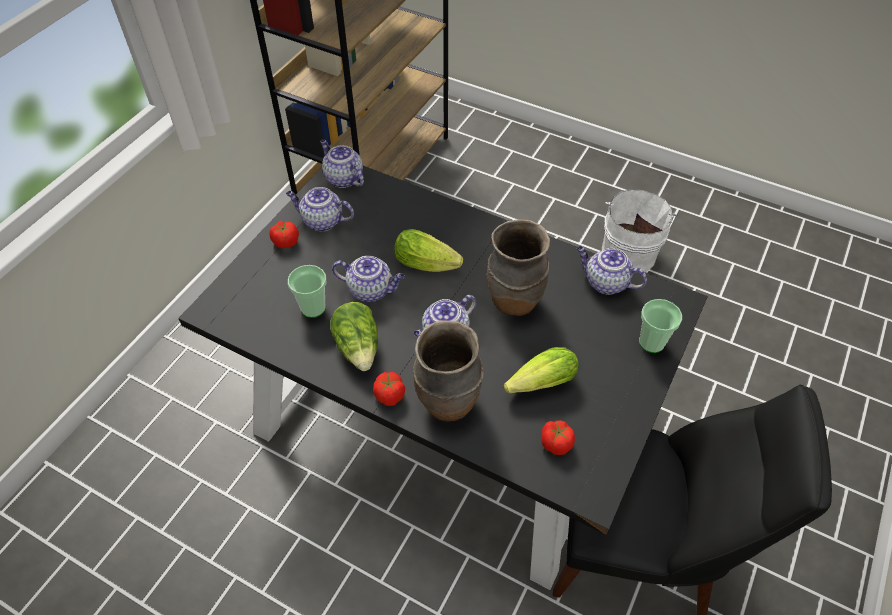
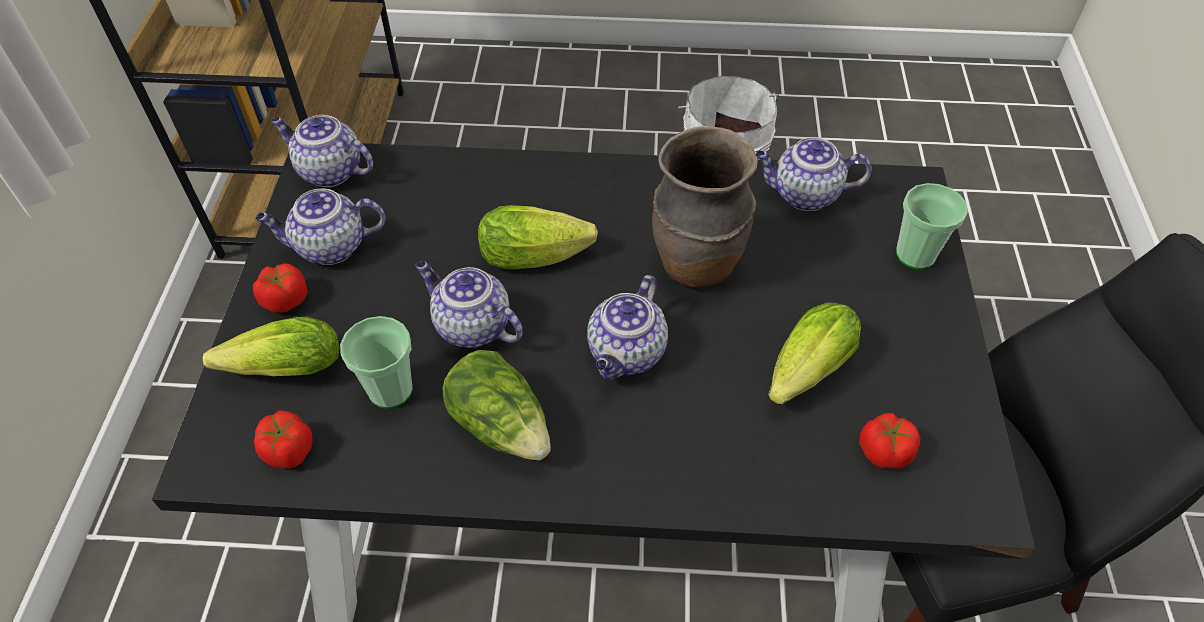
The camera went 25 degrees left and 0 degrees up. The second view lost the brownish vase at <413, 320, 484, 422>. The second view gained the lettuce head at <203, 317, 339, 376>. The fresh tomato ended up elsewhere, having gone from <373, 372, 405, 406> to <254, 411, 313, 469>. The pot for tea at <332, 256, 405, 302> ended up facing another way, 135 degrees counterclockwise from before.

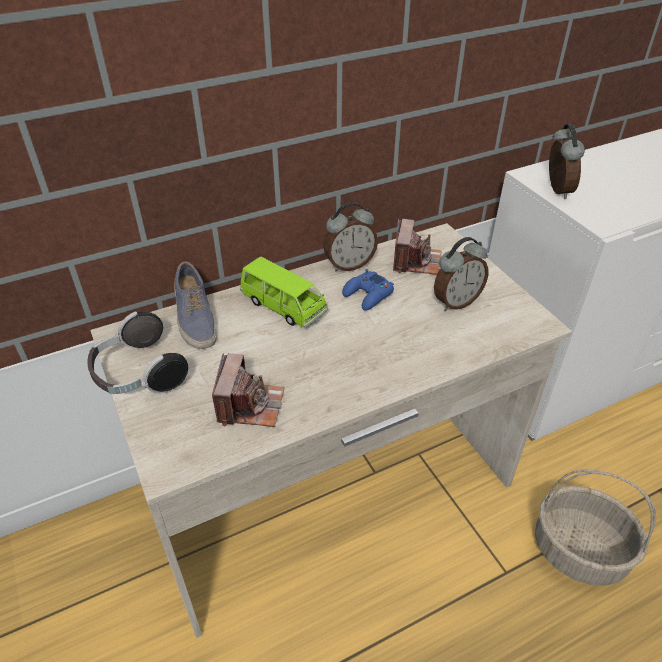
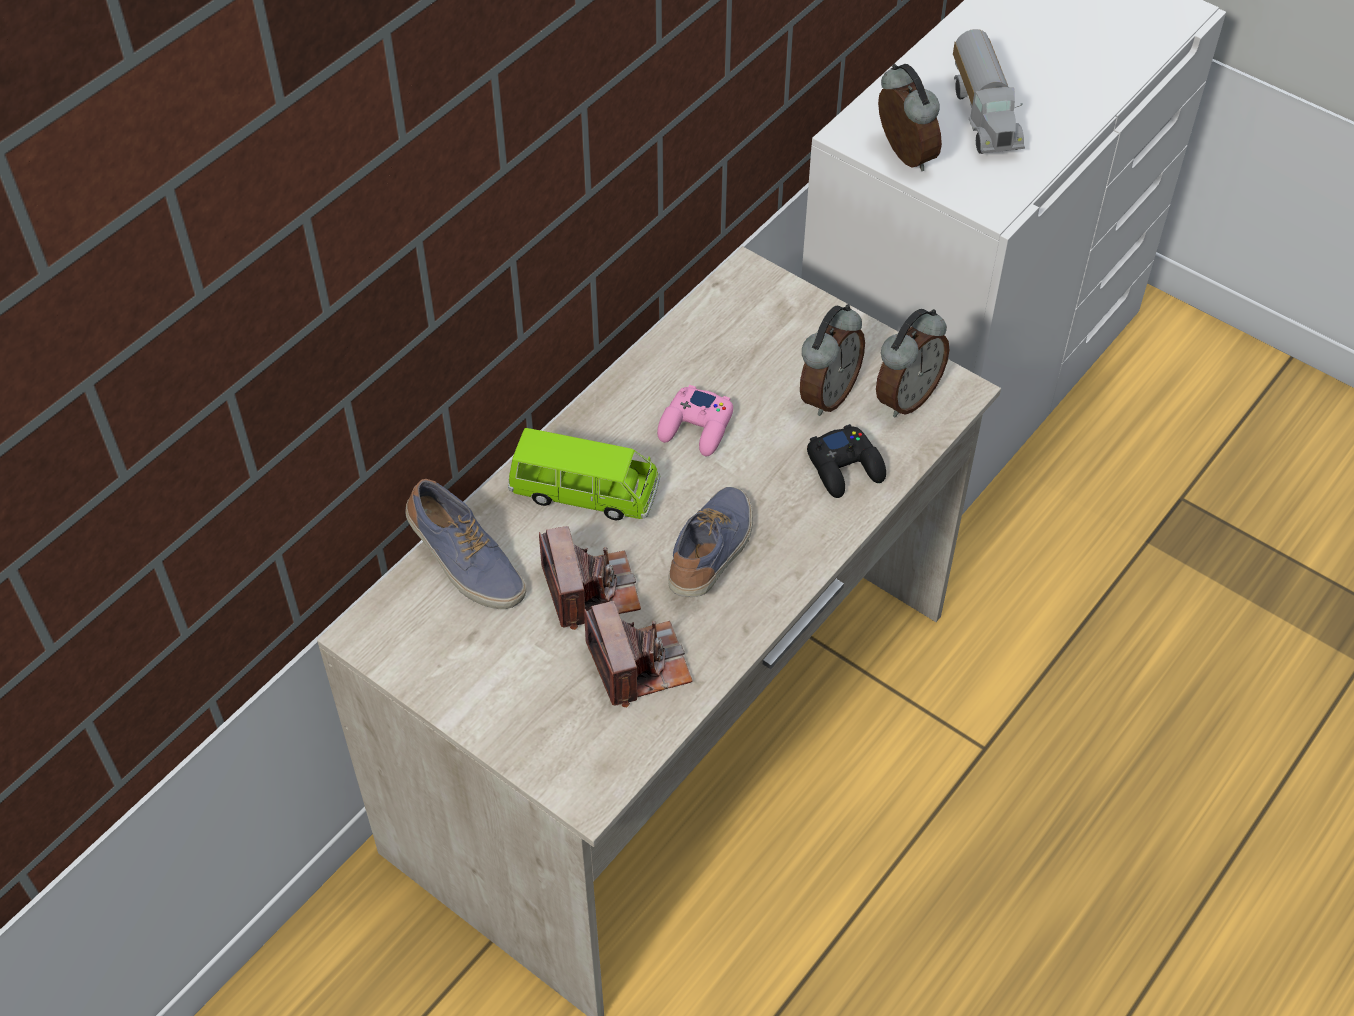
The camera went 25 degrees left and 10 degrees up. The second view lost the pair of headphones at <88, 312, 188, 394>. The second view lost the storage basket at <535, 469, 656, 586>. The second view gained the shoe at <668, 487, 753, 597>. The second view gained the blackish joypad at <807, 424, 886, 498>. The second view gained the toy truck at <953, 29, 1025, 154>. The alarm clock ended up elsewhere, having gone from <323, 202, 378, 271> to <876, 309, 949, 417>. The still camera ended up elsewhere, having gone from <393, 219, 442, 275> to <539, 526, 641, 630>. What was the blue-coloured joypad at <342, 269, 394, 311> turned into the pink joypad at <657, 385, 733, 456>.

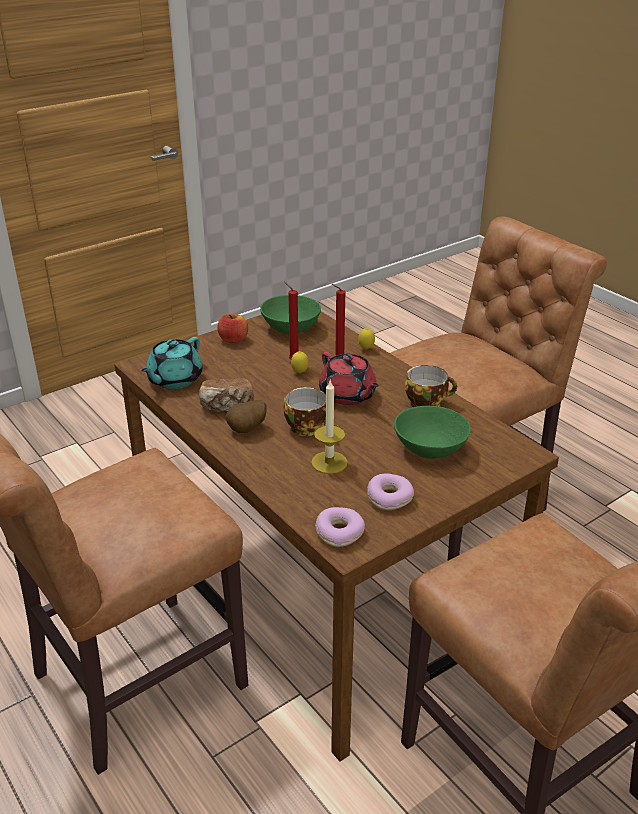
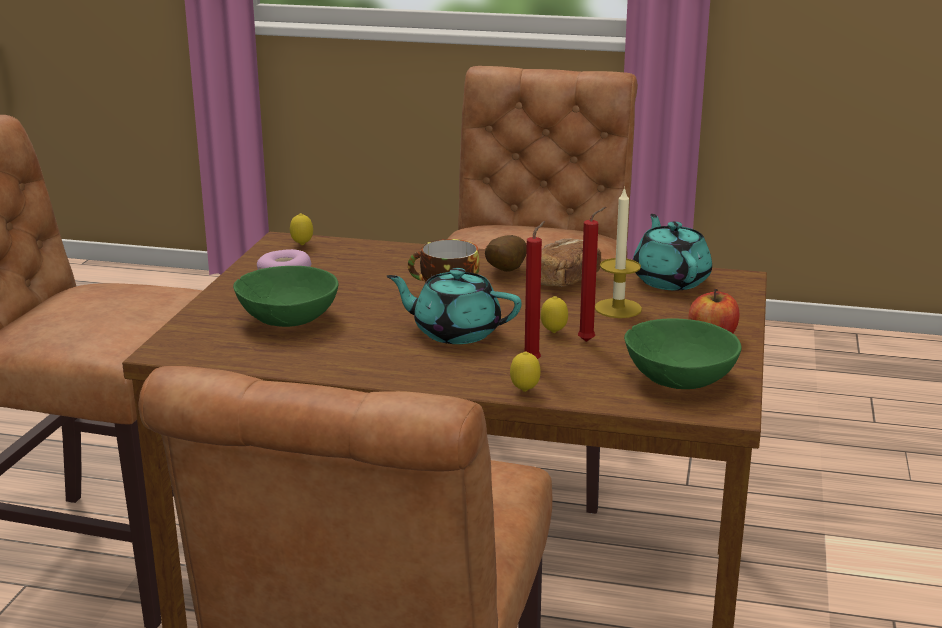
The camera went 140 degrees right and 10 degrees down. The second view lost the drinking cup at <405, 365, 457, 407>. The wax candle ended up elsewhere, having gone from <311, 381, 348, 474> to <595, 186, 642, 318>. Where the ring doughnut stood at <315, 507, 365, 547>, the lemon came to stand at <290, 213, 313, 245>. What was the red-coloured pot for tea at <319, 352, 379, 405> turned into the blue-green pot for tea at <387, 268, 522, 344>.

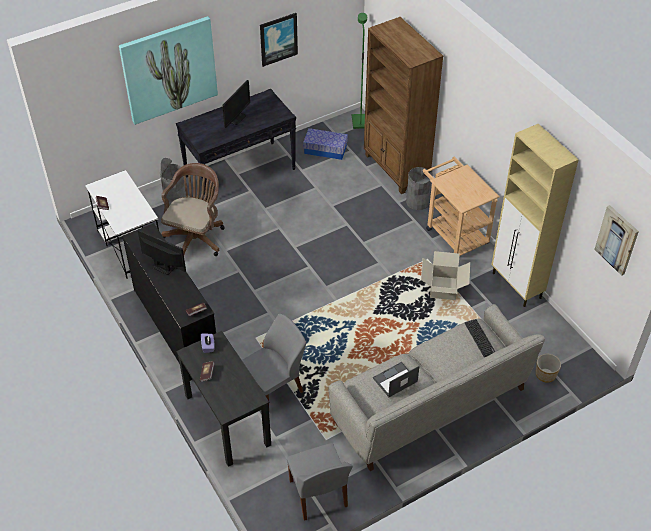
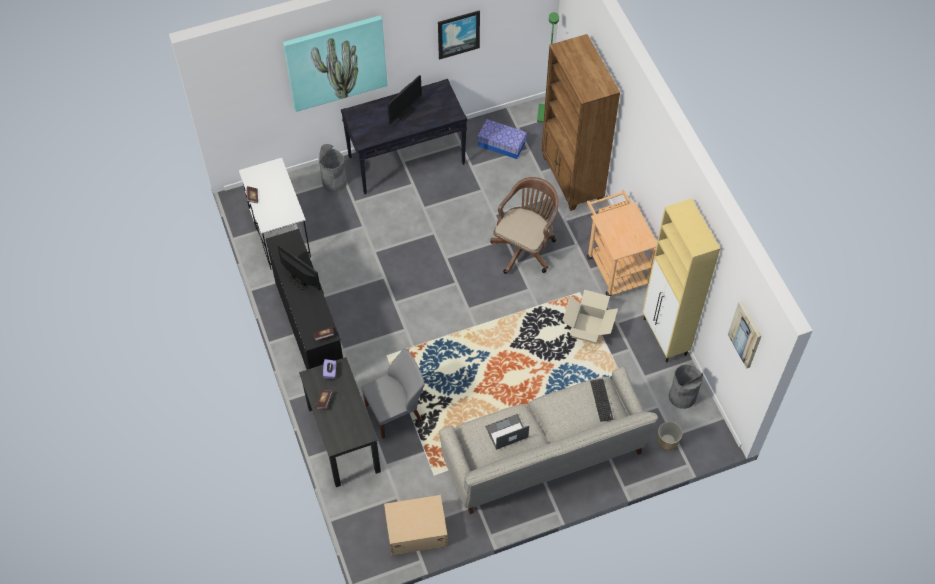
The camera went 10 degrees right and 10 degrees up. The brownish computer chair ended up elsewhere, having gone from <161, 163, 225, 256> to <490, 177, 559, 274>. The greyish rubbish bin ended up elsewhere, having gone from <406, 167, 433, 210> to <669, 364, 703, 409>. Where the greyish plain chair stood at <287, 443, 353, 521>, the sand-coloured storage bin came to stand at <384, 495, 448, 555>.

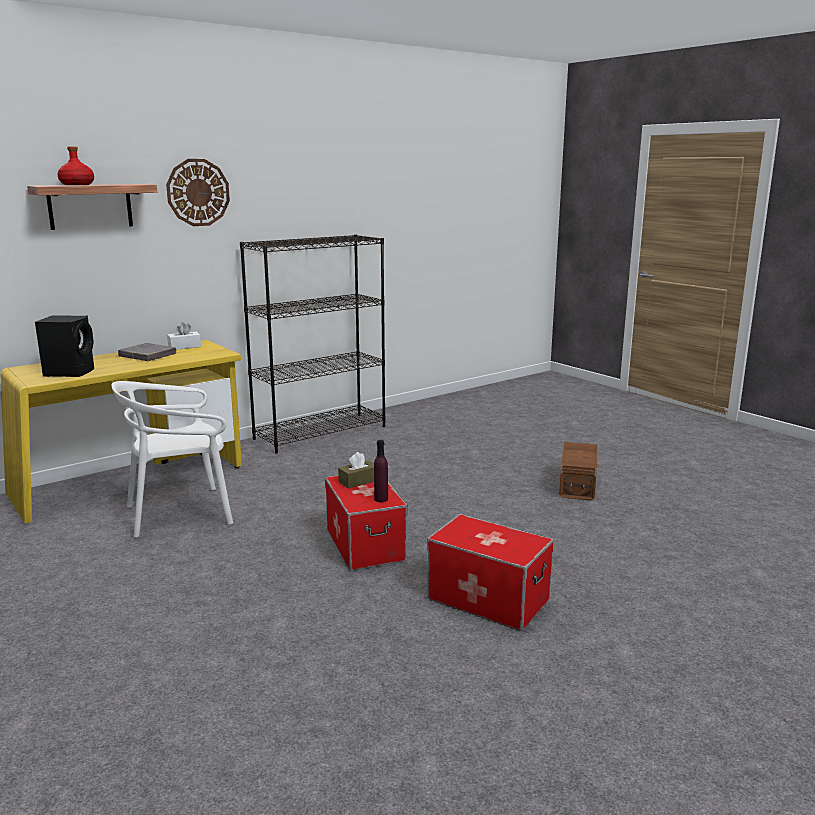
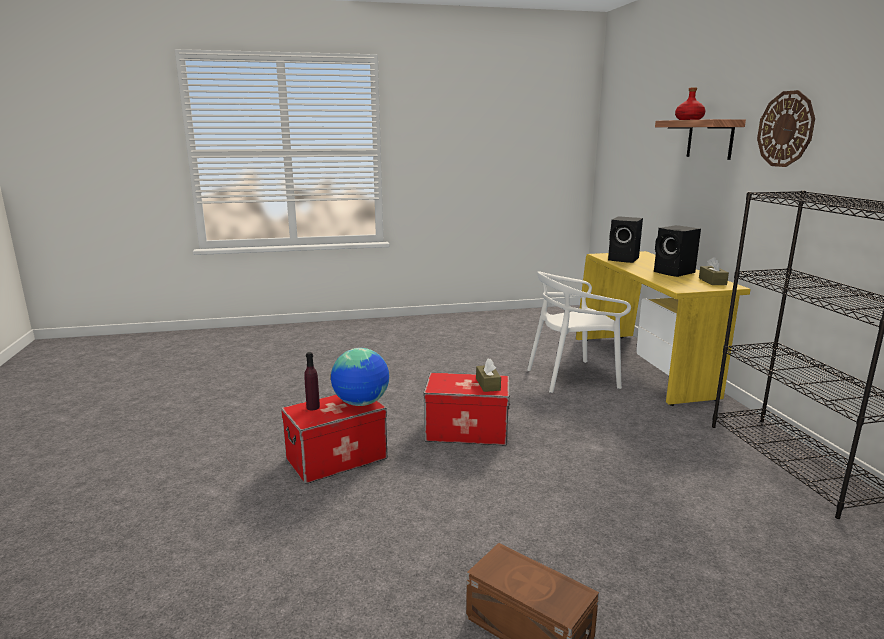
The camera went 115 degrees right and 0 degrees up. The second view gained the world globe at <331, 348, 389, 406>. The purple-coloured beverage bottle ended up elsewhere, having gone from <374, 440, 388, 502> to <304, 352, 320, 410>. Where the greyish volume stood at <118, 343, 176, 361>, the blackish audio speaker came to stand at <654, 225, 701, 277>. What was the white tissue box at <167, 322, 201, 350> turned into the brownish tissue box at <699, 257, 729, 285>. The white plain chair at <111, 381, 233, 537> ended up facing another way, 105 degrees counterclockwise from before.

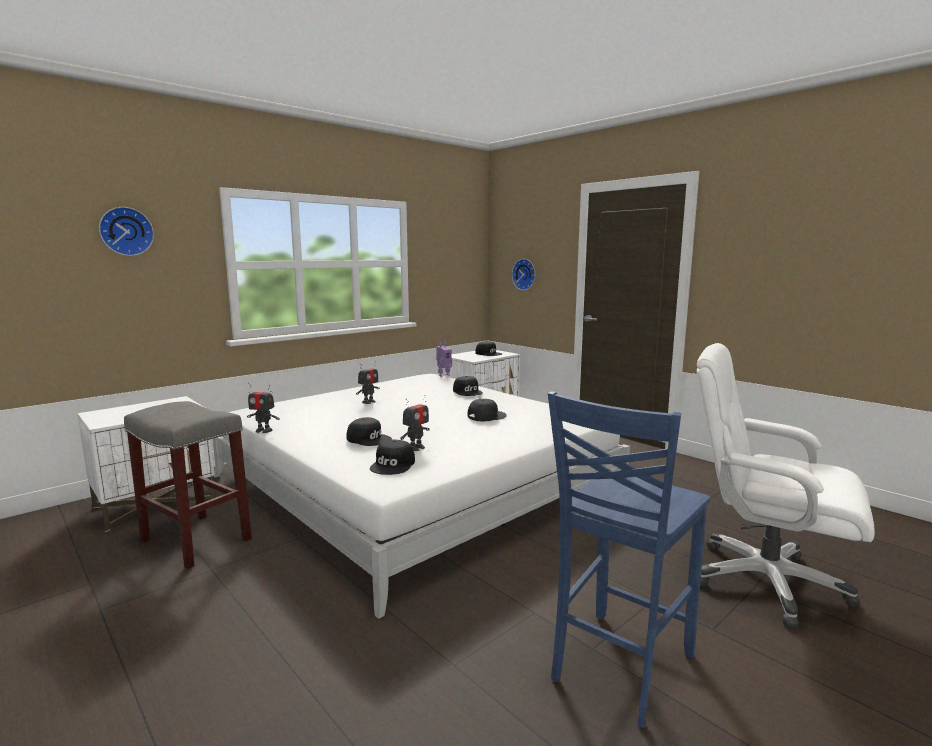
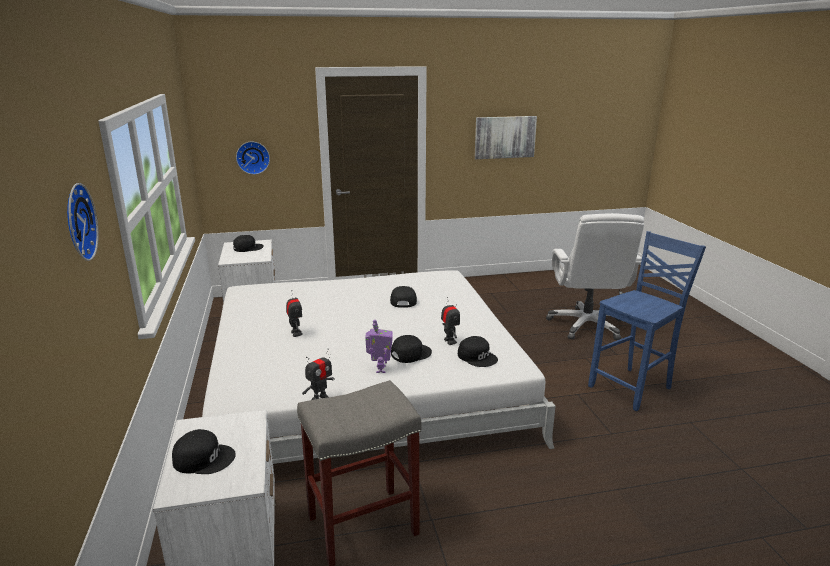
The camera went 60 degrees left and 10 degrees up. The second view gained the picture at <474, 116, 537, 159>. The model robot ended up elsewhere, having gone from <436, 339, 452, 377> to <365, 320, 393, 373>. The blackish peaked cap ended up elsewhere, having gone from <453, 376, 483, 396> to <172, 429, 236, 474>. The blue-coloured plain chair at <548, 391, 710, 728> ended up facing another way, 105 degrees counterclockwise from before. The white computer chair at <697, 343, 875, 628> ended up facing another way, 60 degrees counterclockwise from before.

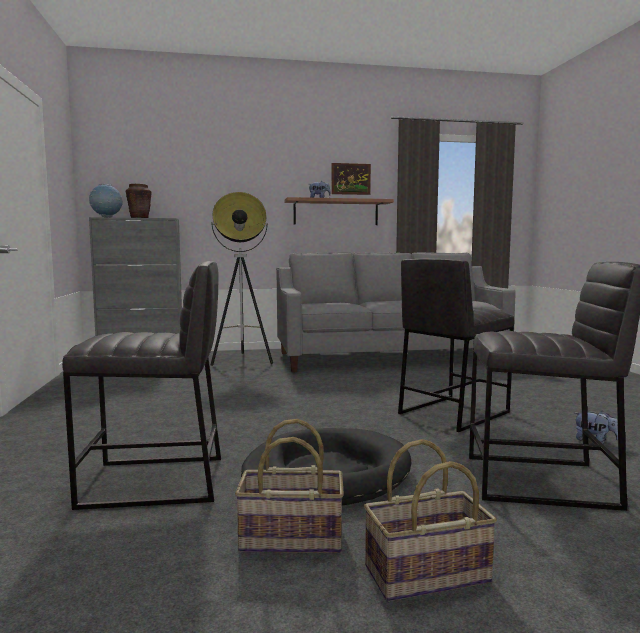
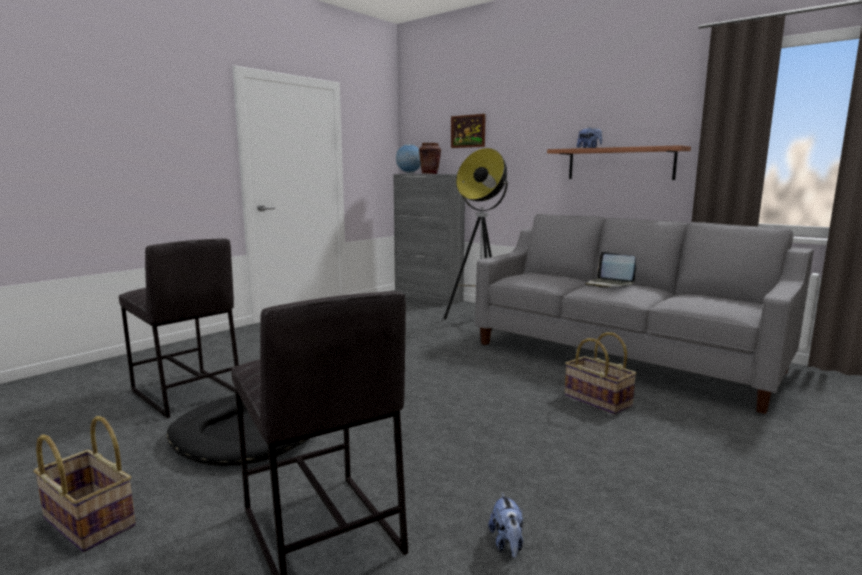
The camera went 50 degrees right and 5 degrees up. The second view lost the greyish sitting stool at <398, 259, 514, 432>. The second view gained the notebook computer at <585, 252, 636, 288>. The storage basket ended up elsewhere, having gone from <235, 419, 344, 553> to <565, 332, 637, 415>. The picture ended up elsewhere, having gone from <331, 163, 371, 195> to <451, 114, 486, 148>.

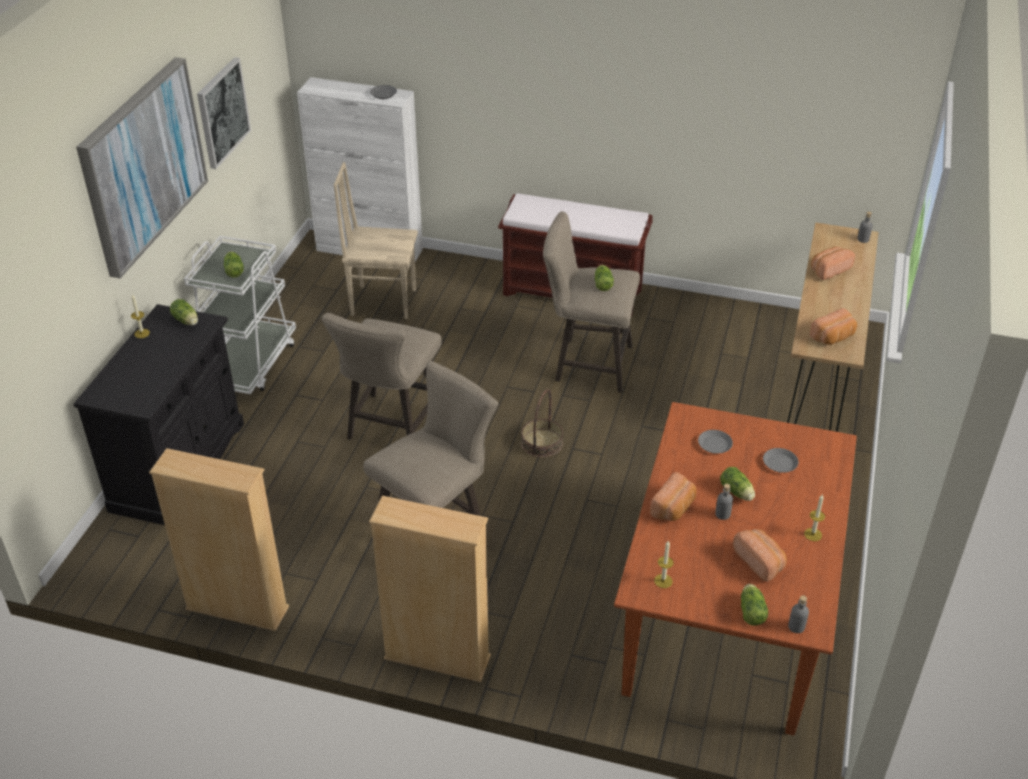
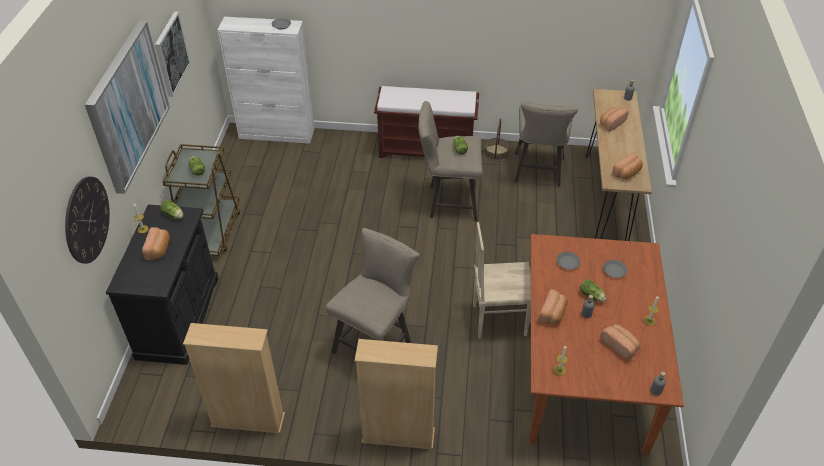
The camera went 10 degrees left and 5 degrees up. The second view lost the lettuce head at <741, 584, 768, 626>. The second view gained the wall clock at <65, 177, 110, 264>. The second view gained the bakery bread at <142, 227, 170, 260>. The sand-coloured sitting stool ended up elsewhere, having gone from <321, 313, 442, 440> to <515, 101, 578, 187>. The sand-coloured plain chair ended up elsewhere, having gone from <334, 162, 418, 319> to <473, 222, 531, 339>. The storage basket ended up elsewhere, having gone from <521, 389, 563, 458> to <484, 118, 510, 161>. What was the white cart at <184, 236, 296, 394> turned into the brownish cart at <163, 144, 241, 256>.

